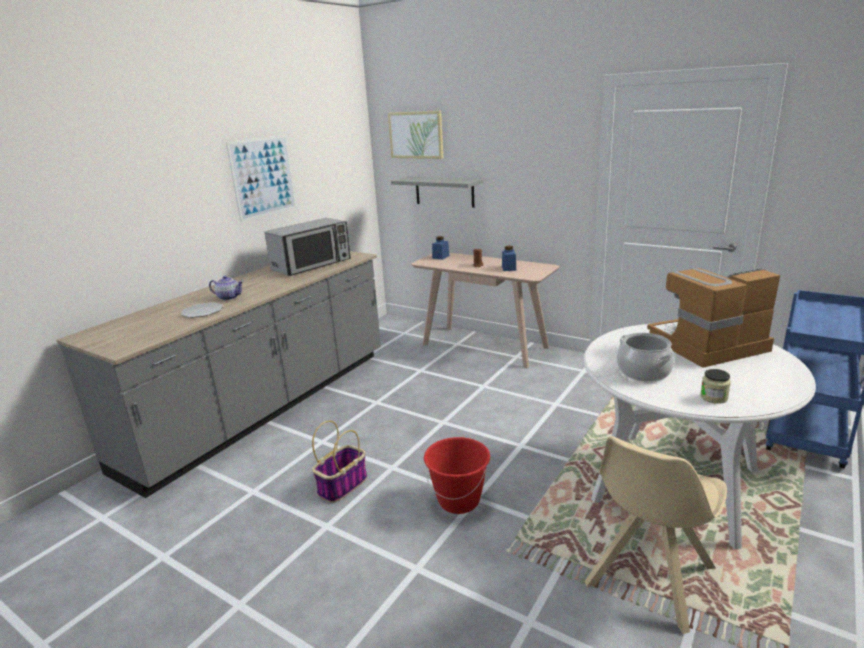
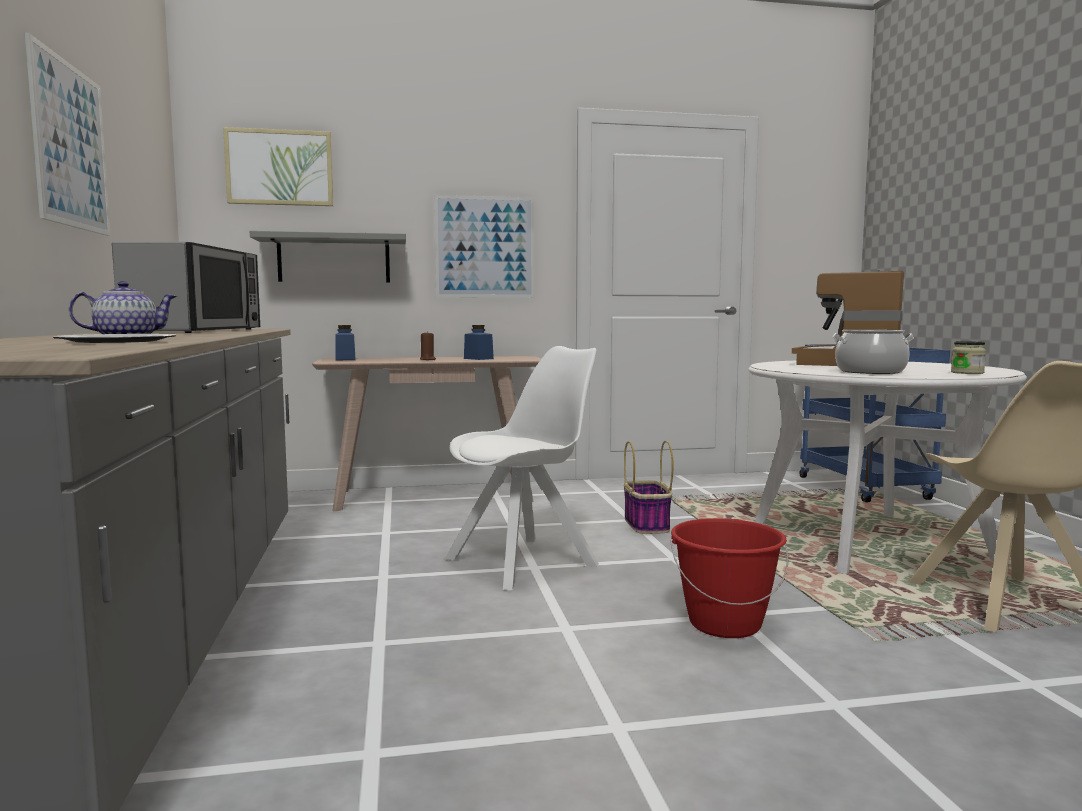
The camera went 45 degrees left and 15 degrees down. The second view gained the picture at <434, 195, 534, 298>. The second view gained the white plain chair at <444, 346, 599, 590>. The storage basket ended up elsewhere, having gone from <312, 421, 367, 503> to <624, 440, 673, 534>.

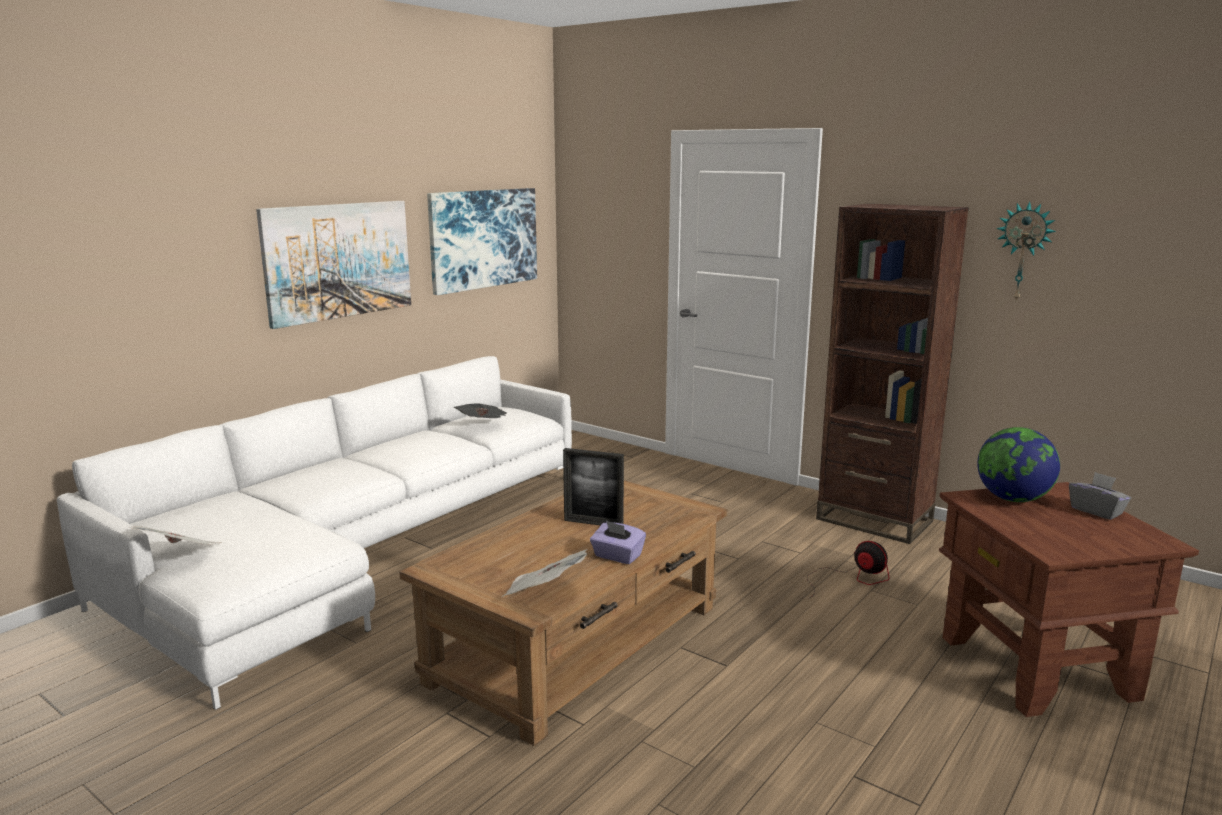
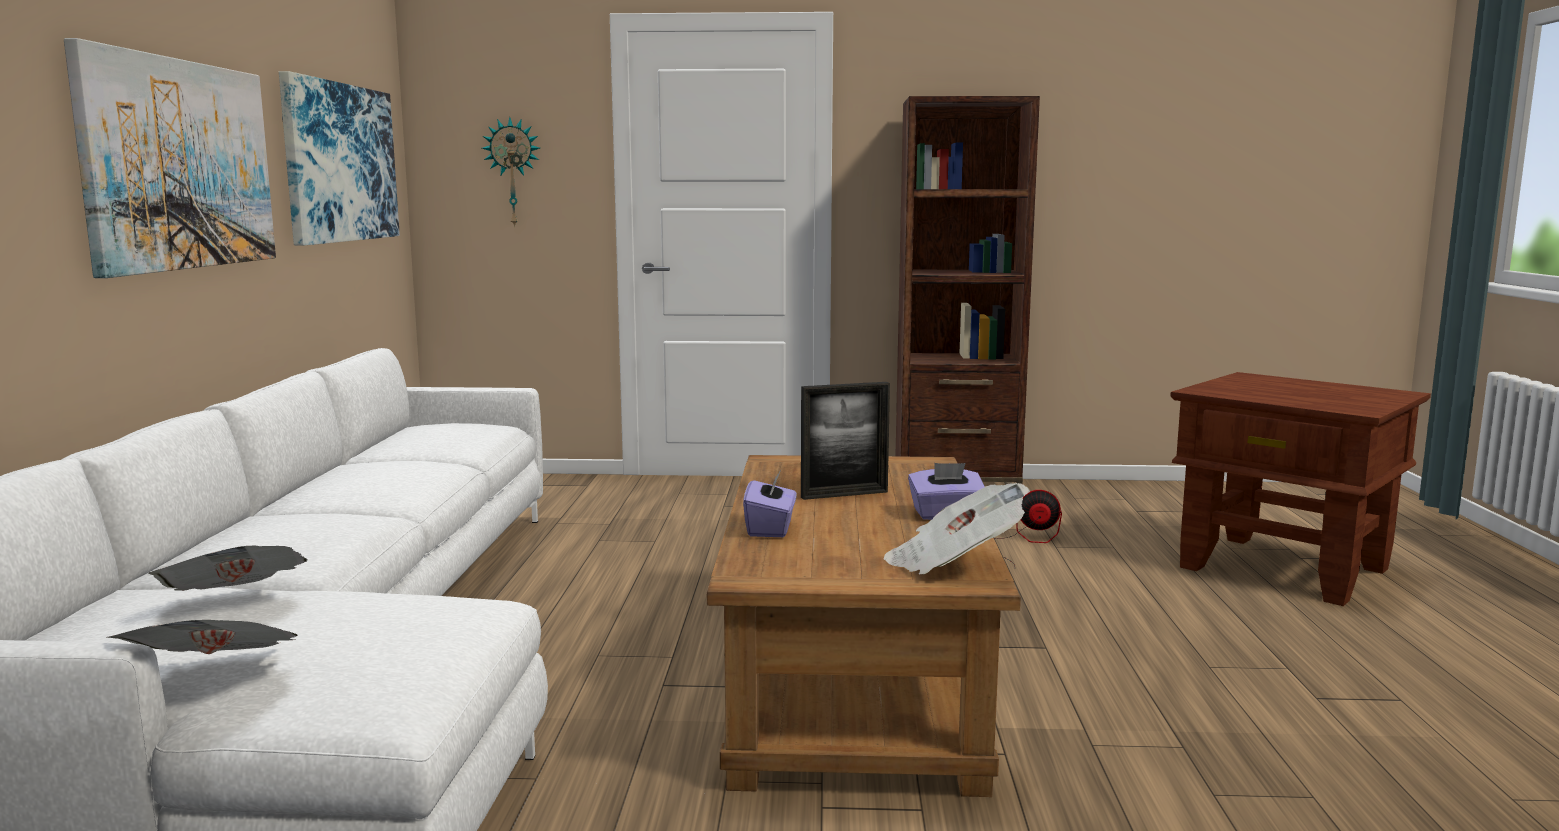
The camera went 35 degrees left and 5 degrees down. The second view lost the world globe at <977, 427, 1060, 502>. The second view lost the greyish tissue box at <1069, 472, 1131, 520>. The second view gained the purple-coloured tissue box at <743, 470, 797, 537>. The daily paper ended up elsewhere, having gone from <453, 404, 507, 418> to <148, 545, 307, 591>. The wall clock ended up elsewhere, having gone from <996, 201, 1056, 301> to <482, 117, 540, 228>.

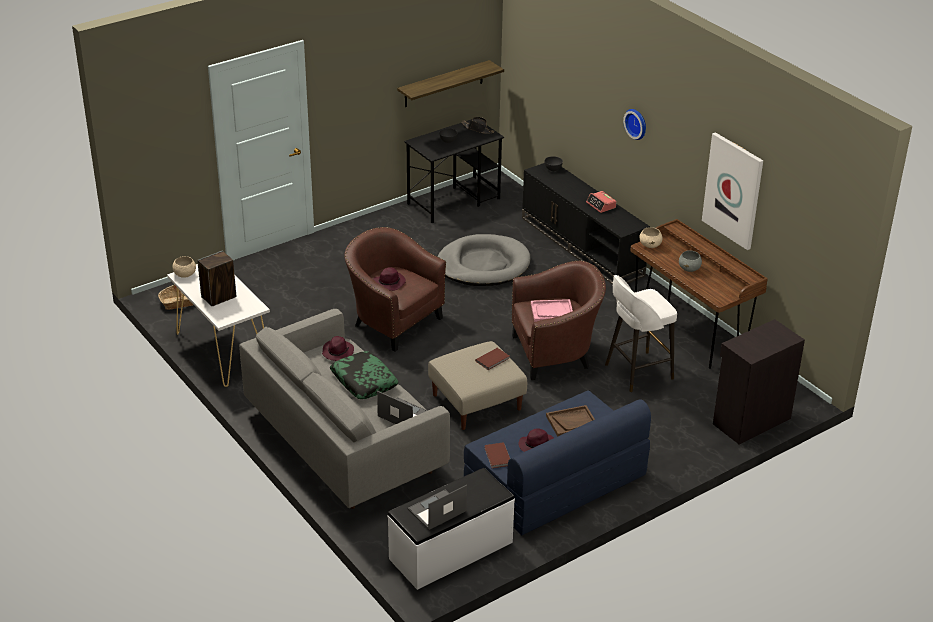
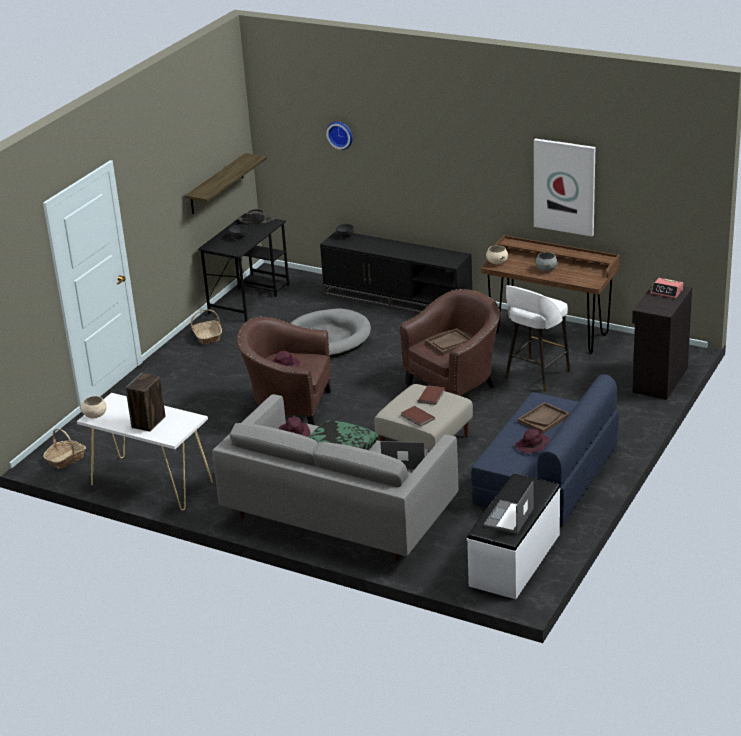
The camera went 25 degrees left and 5 degrees down. The second view gained the storage basket at <191, 309, 222, 345>. The brownish volume ended up elsewhere, having gone from <484, 442, 510, 468> to <401, 406, 435, 427>. The alarm clock ended up elsewhere, having gone from <586, 191, 616, 213> to <651, 278, 683, 298>. The wall clock ended up elsewhere, having gone from <623, 109, 646, 140> to <326, 122, 353, 150>. What was the pink serving tray at <531, 299, 573, 322> turned into the brownish serving tray at <425, 328, 471, 355>.

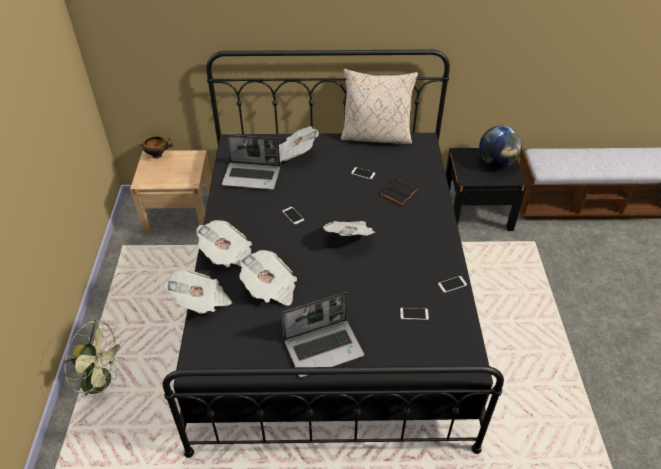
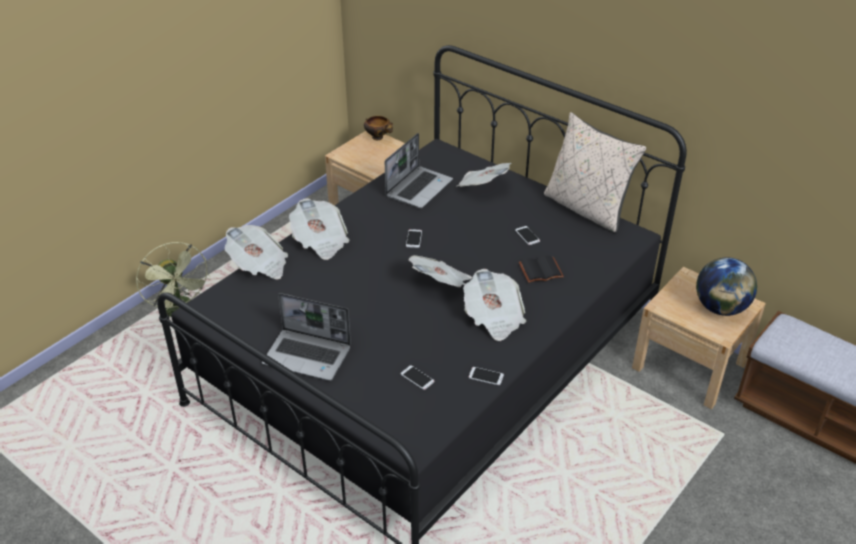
The camera went 40 degrees right and 5 degrees down. The daily paper ended up elsewhere, having gone from <239, 250, 297, 306> to <463, 269, 526, 341>. What was the blackish bedside table at <446, 148, 527, 231> turned into the sand-coloured bedside table at <632, 267, 766, 409>. The notebook computer at <222, 134, 280, 190> ended up facing another way, 105 degrees counterclockwise from before.

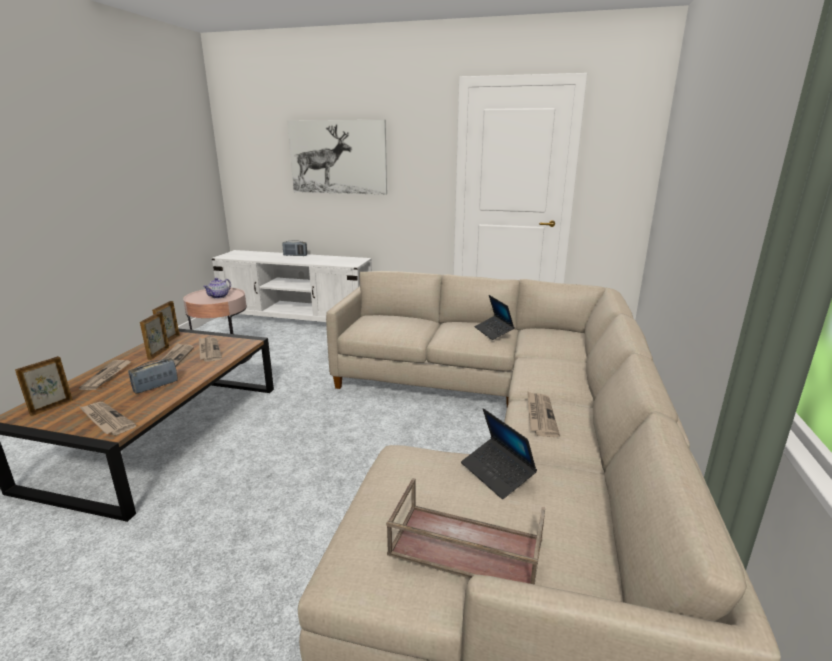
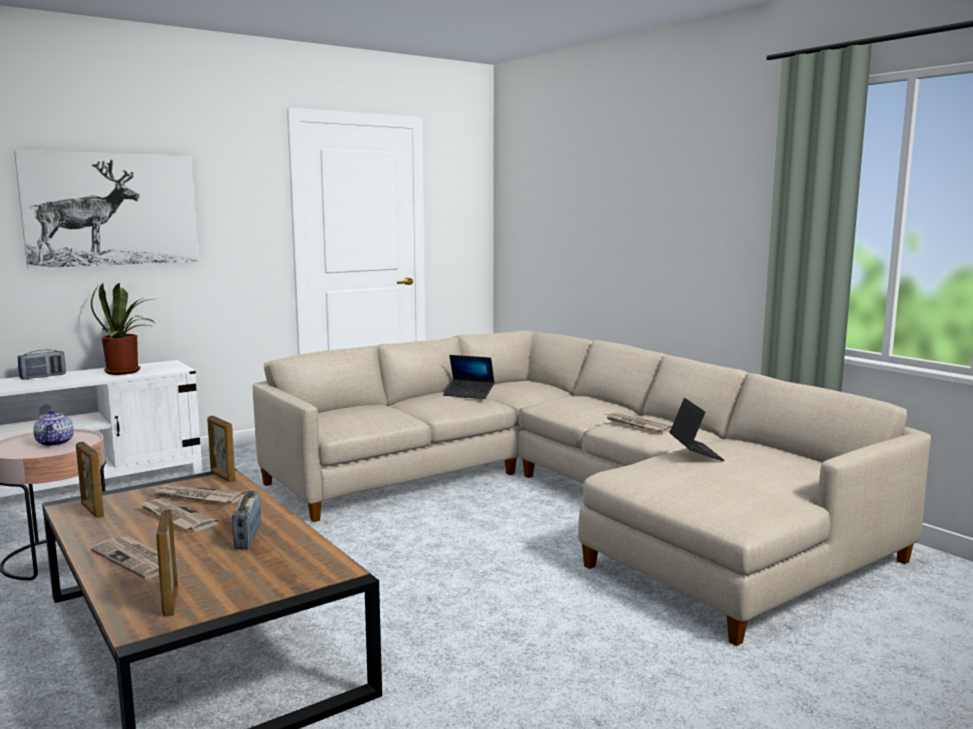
The camera went 50 degrees left and 10 degrees down. The second view lost the daily paper at <80, 402, 136, 435>. The second view lost the brownish serving tray at <386, 478, 545, 584>. The second view gained the houseplant at <91, 283, 155, 375>. The picture frame ended up elsewhere, having gone from <140, 312, 169, 360> to <207, 416, 236, 483>. The notebook computer at <461, 408, 537, 499> ended up facing another way, 105 degrees counterclockwise from before.

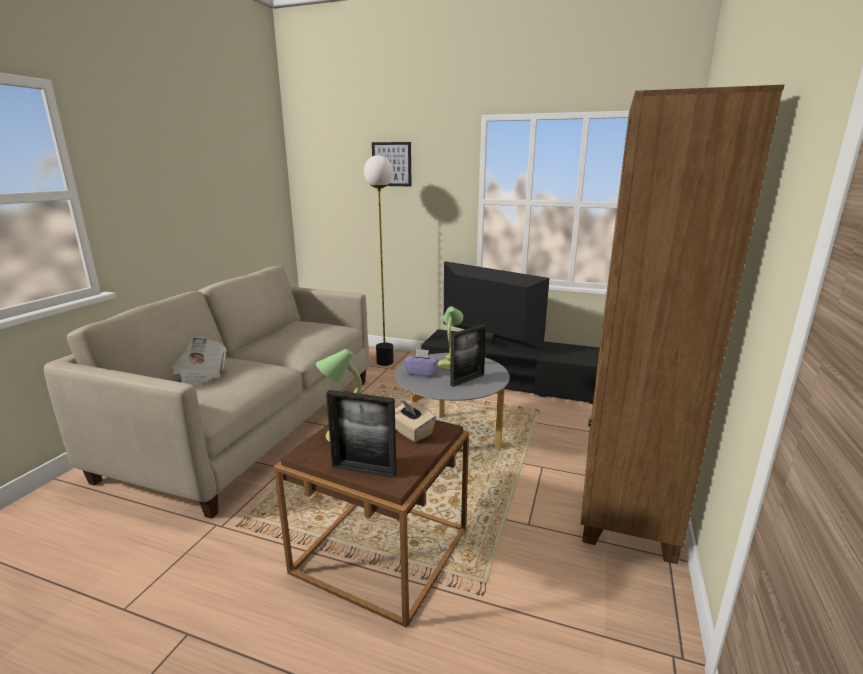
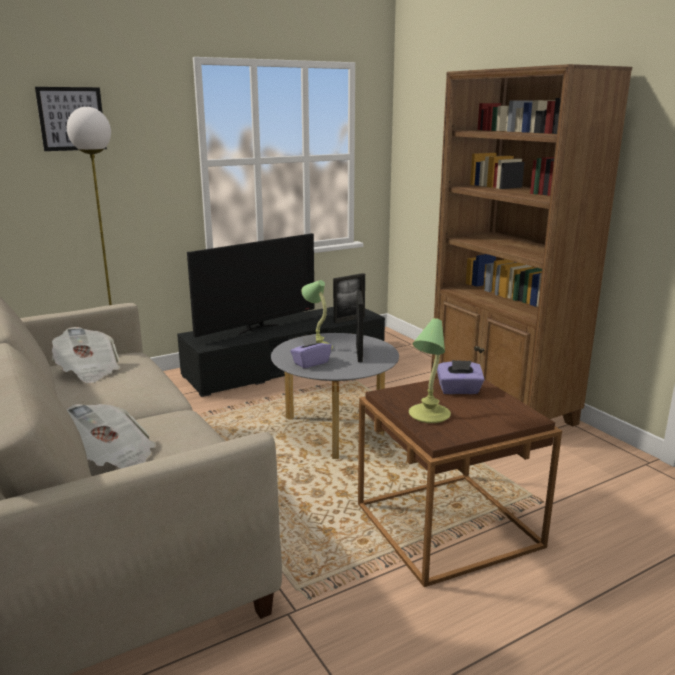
The camera went 50 degrees left and 0 degrees up. The second view gained the daily paper at <52, 327, 120, 383>. The picture frame ended up elsewhere, having gone from <326, 390, 397, 478> to <333, 273, 365, 324>. What was the sand-coloured tissue box at <395, 400, 436, 442> turned into the purple-coloured tissue box at <437, 360, 485, 394>. The TV at <444, 261, 549, 349> ended up facing another way, 150 degrees clockwise from before.

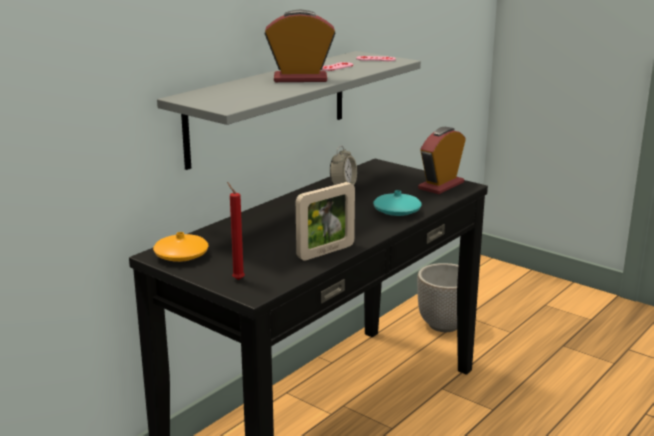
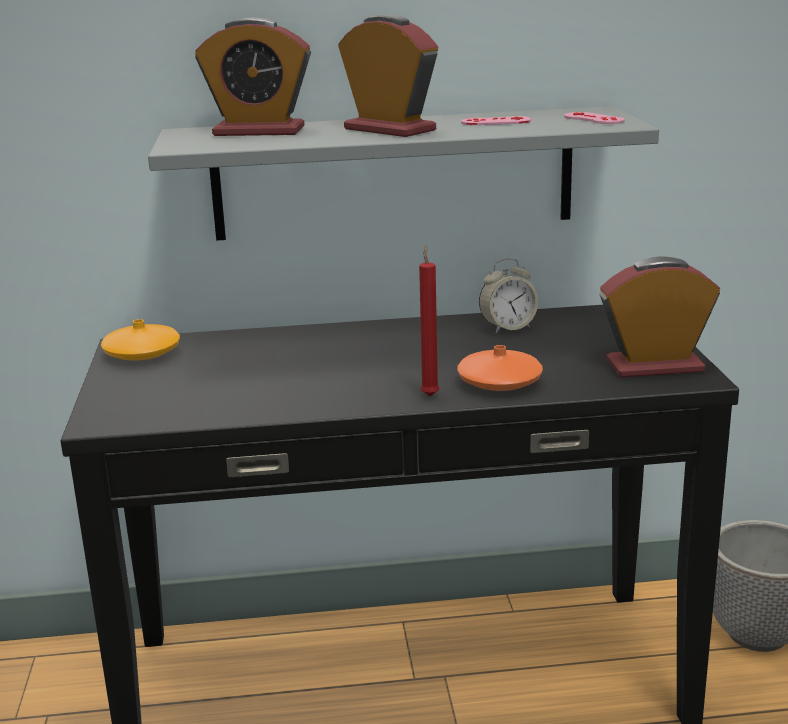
The camera went 45 degrees right and 0 degrees up. The second view lost the picture frame at <296, 182, 355, 261>. The second view gained the alarm clock at <195, 17, 311, 136>. The red-coloured wax candle ended up elsewhere, having gone from <227, 182, 245, 280> to <419, 245, 440, 396>. What was the blue-green vase at <373, 190, 422, 216> turned into the orange vase at <457, 345, 543, 391>.

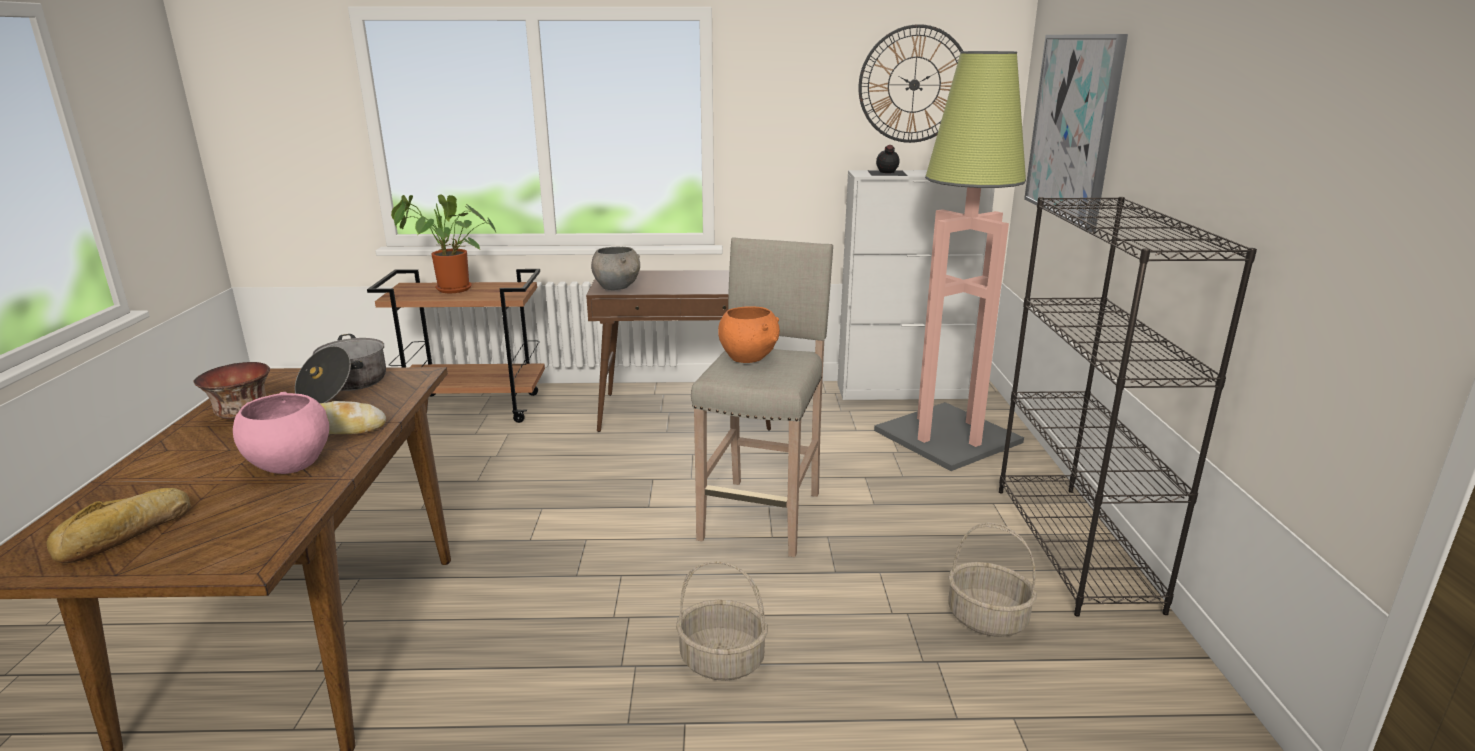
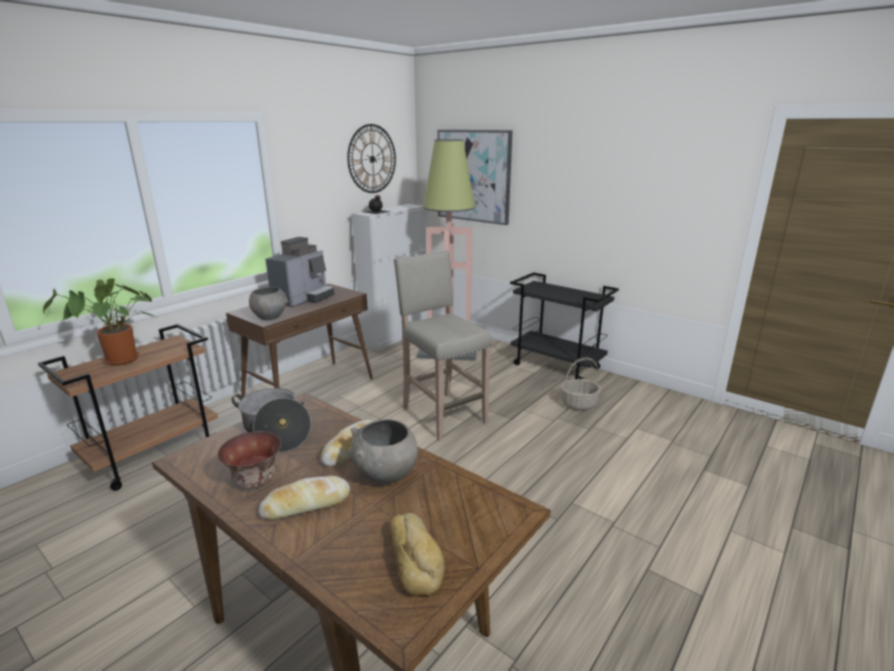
The camera went 50 degrees left and 0 degrees up. The second view lost the storage basket at <676, 561, 768, 681>. The second view lost the orange serving bowl at <718, 306, 780, 363>. The second view gained the bakery bread at <258, 476, 350, 520>. The second view gained the coffee brewer at <266, 237, 335, 307>. Where the blackish bookshelf stood at <999, 197, 1257, 617>, the blackish cart came to stand at <510, 272, 619, 379>. What was the pink serving bowl at <233, 392, 329, 474> turned into the greyish serving bowl at <349, 419, 418, 484>.

